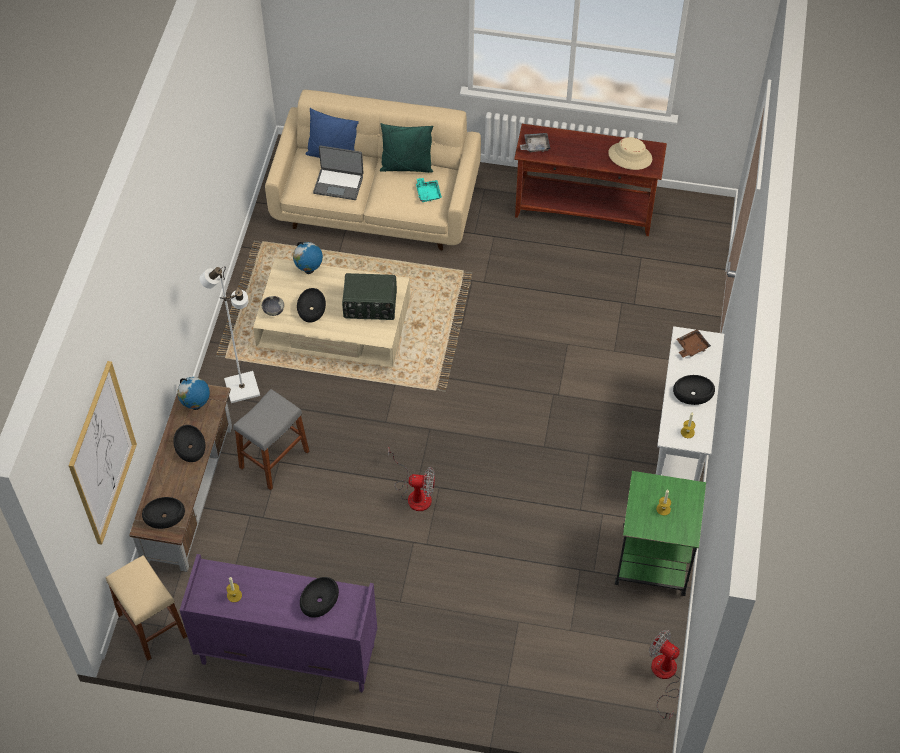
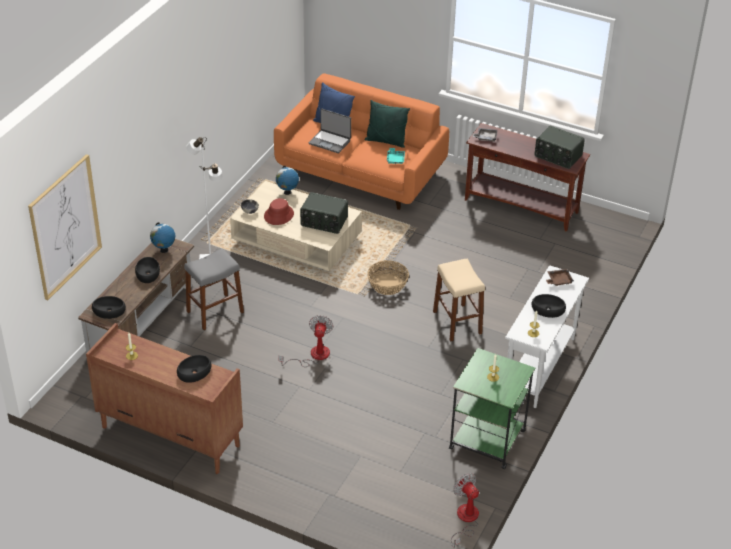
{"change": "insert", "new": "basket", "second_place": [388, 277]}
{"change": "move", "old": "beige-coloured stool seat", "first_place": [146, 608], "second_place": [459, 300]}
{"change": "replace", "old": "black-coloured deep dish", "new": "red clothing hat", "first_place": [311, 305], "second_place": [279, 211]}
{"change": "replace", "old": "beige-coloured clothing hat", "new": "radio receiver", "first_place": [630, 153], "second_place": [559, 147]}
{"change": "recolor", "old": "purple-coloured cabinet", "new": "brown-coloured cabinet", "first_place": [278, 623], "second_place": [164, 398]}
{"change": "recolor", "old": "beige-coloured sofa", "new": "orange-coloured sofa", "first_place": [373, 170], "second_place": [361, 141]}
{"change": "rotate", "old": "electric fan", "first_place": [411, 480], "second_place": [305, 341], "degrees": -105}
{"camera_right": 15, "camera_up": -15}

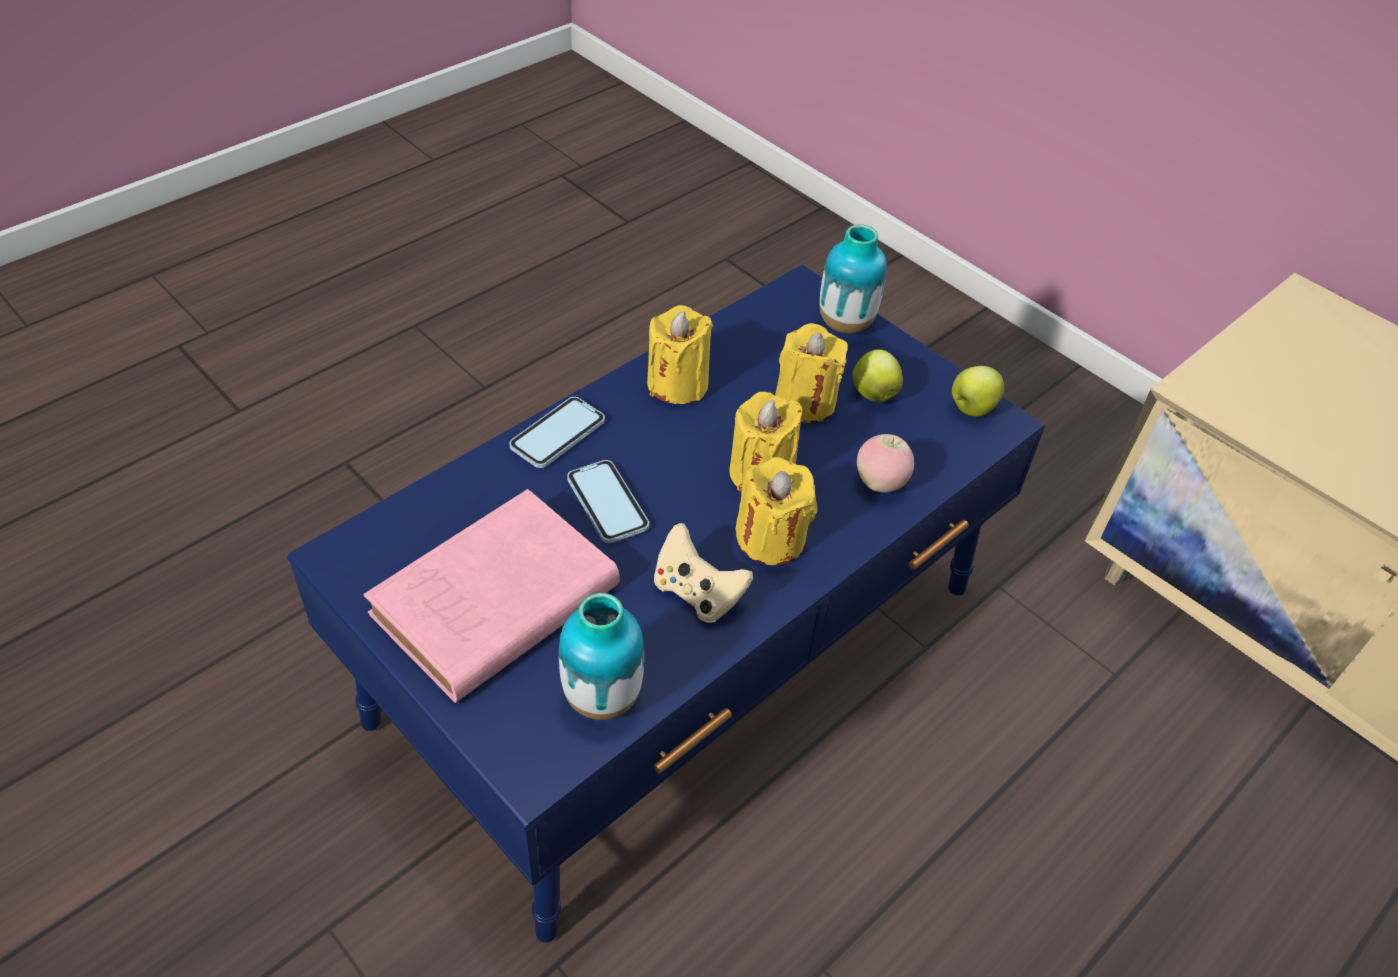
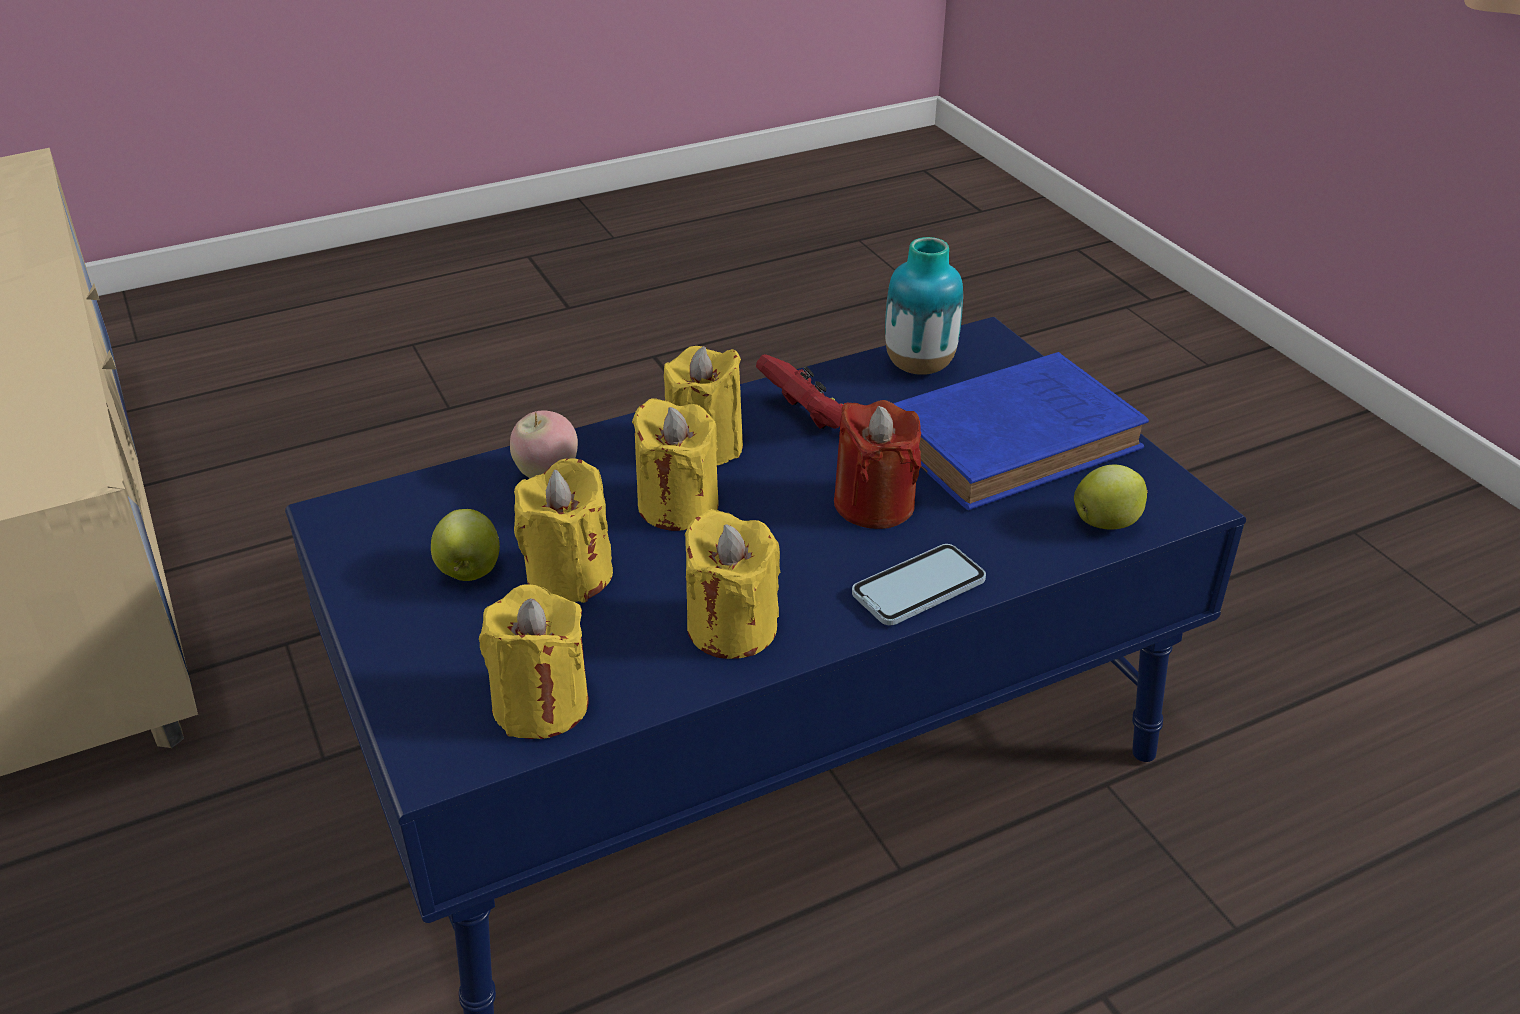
{"change": "delete", "old": "vase", "first_place": [853, 279]}
{"change": "insert", "new": "yellow candle", "second_place": [534, 662]}
{"change": "move", "old": "apple fruit", "first_place": [978, 391], "second_place": [1111, 497]}
{"change": "replace", "old": "handset", "new": "red candle", "first_place": [608, 501], "second_place": [877, 464]}
{"change": "recolor", "old": "pink bound book", "new": "blue bound book", "first_place": [491, 596], "second_place": [1021, 431]}
{"change": "recolor", "old": "beige-coloured gamepad", "new": "red gamepad", "first_place": [703, 573], "second_place": [799, 391]}
{"camera_right": -160, "camera_up": -10}

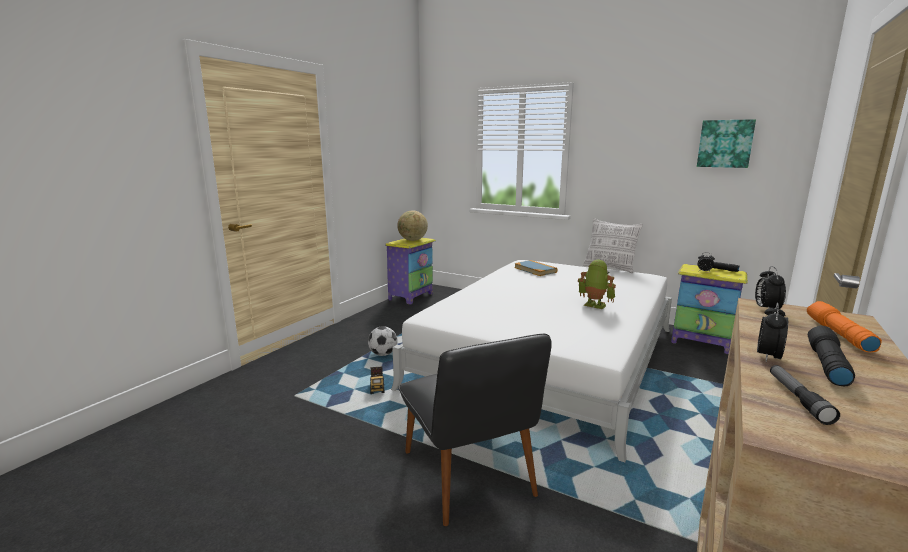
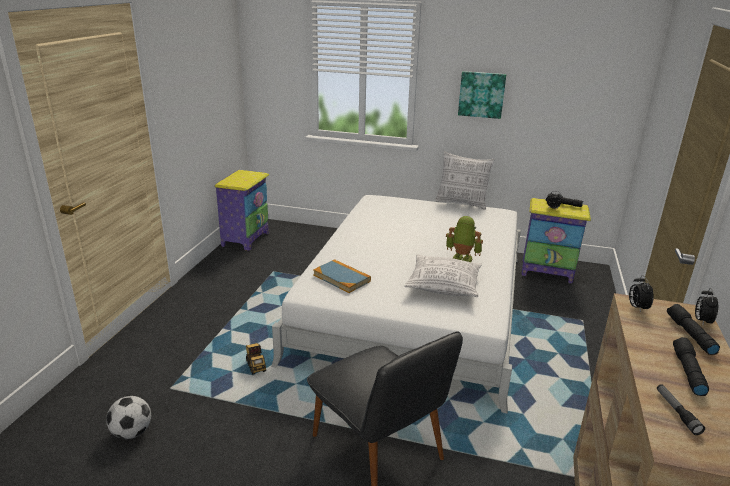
{"change": "delete", "old": "globe", "first_place": [412, 226]}
{"change": "insert", "new": "throw pillow", "second_place": [443, 275]}
{"change": "move", "old": "football ball", "first_place": [382, 341], "second_place": [128, 417]}
{"change": "move", "old": "bound book", "first_place": [535, 268], "second_place": [342, 276]}
{"change": "move", "old": "picture", "first_place": [726, 143], "second_place": [482, 95]}
{"change": "move", "old": "alarm clock", "first_place": [772, 332], "second_place": [706, 306]}
{"change": "recolor", "old": "orange-coloured flashlight", "new": "black-coloured flashlight", "first_place": [844, 326], "second_place": [693, 329]}
{"camera_right": -15, "camera_up": 10}

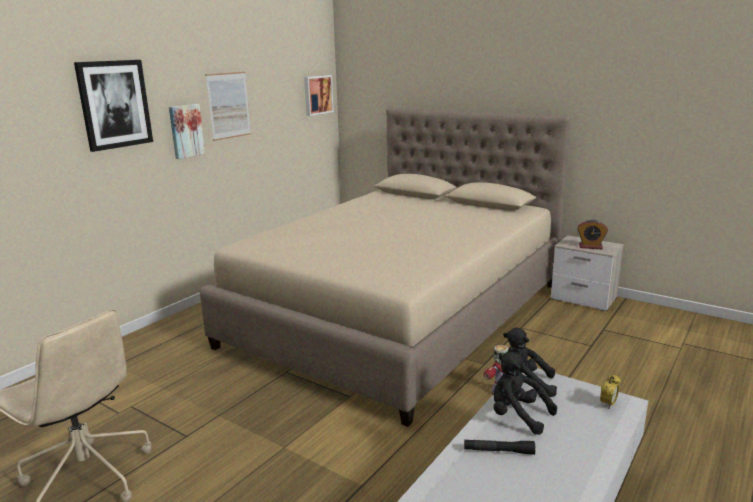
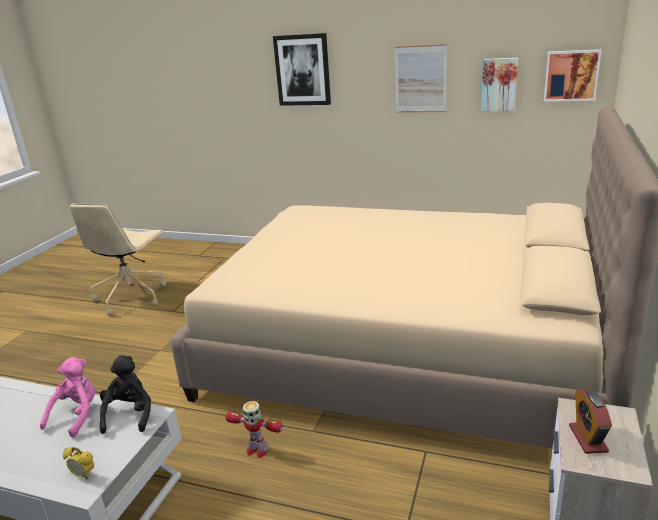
{"change": "delete", "old": "black-coloured flashlight", "first_place": [499, 447]}
{"change": "move", "old": "picture", "first_place": [187, 131], "second_place": [500, 84]}
{"change": "recolor", "old": "black-coloured cuddly toy", "new": "pink cuddly toy", "first_place": [525, 393], "second_place": [68, 397]}
{"camera_right": 75, "camera_up": 5}

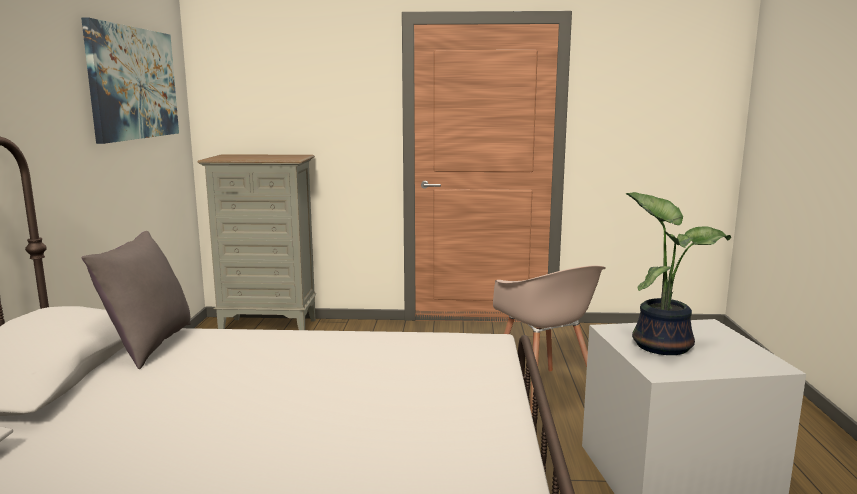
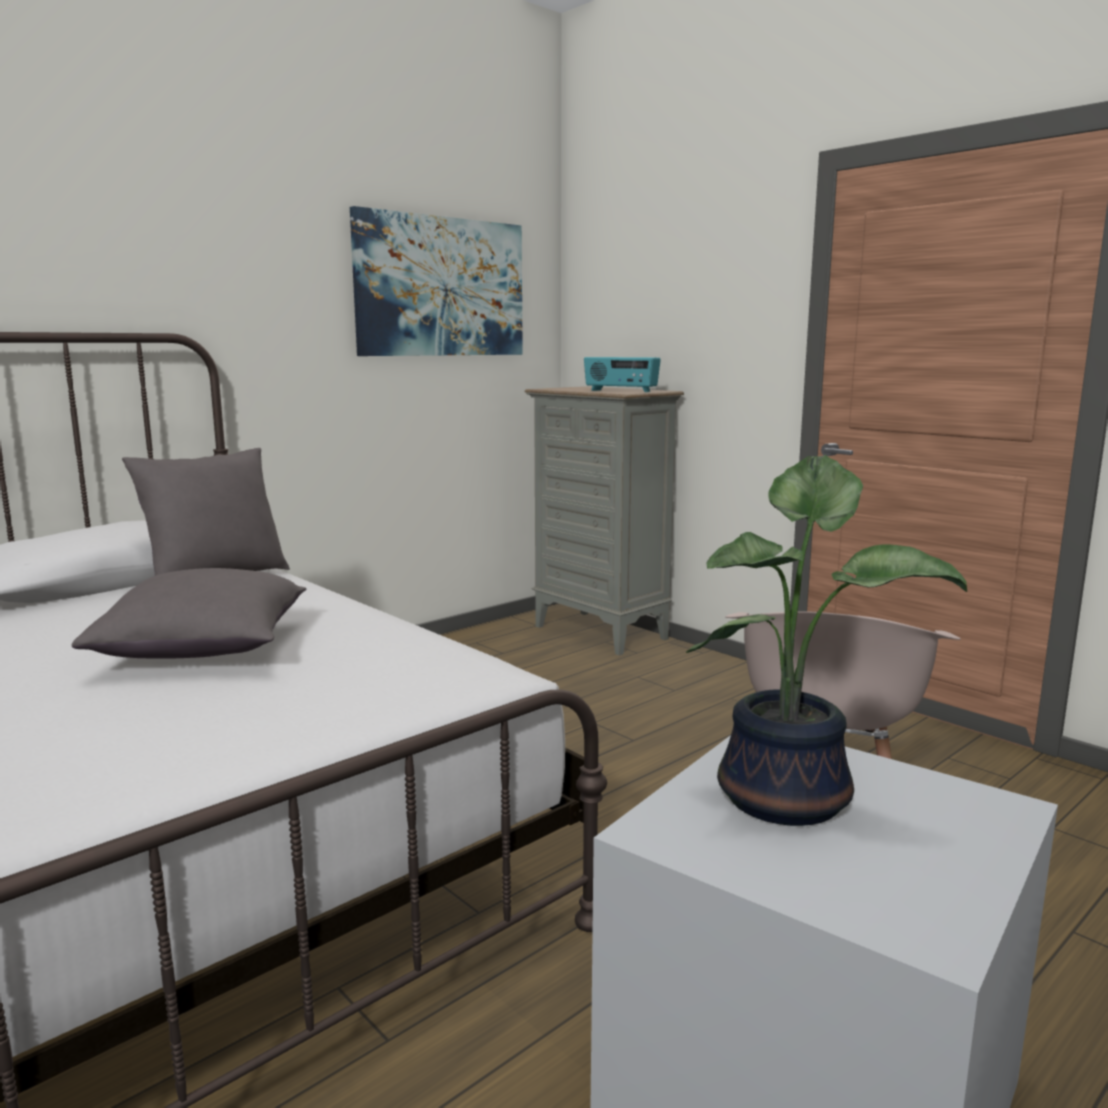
{"change": "insert", "new": "grey throw pillow", "second_place": [188, 613]}
{"change": "insert", "new": "radio receiver", "second_place": [622, 374]}
{"camera_right": 45, "camera_up": 0}

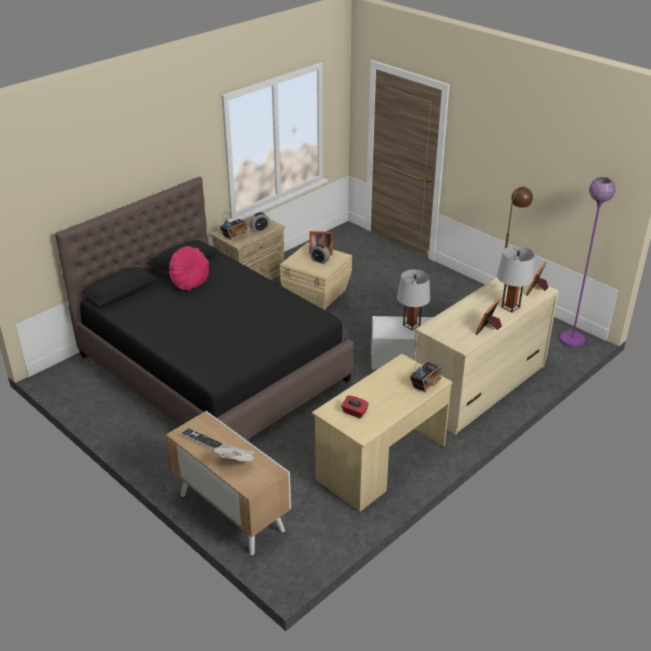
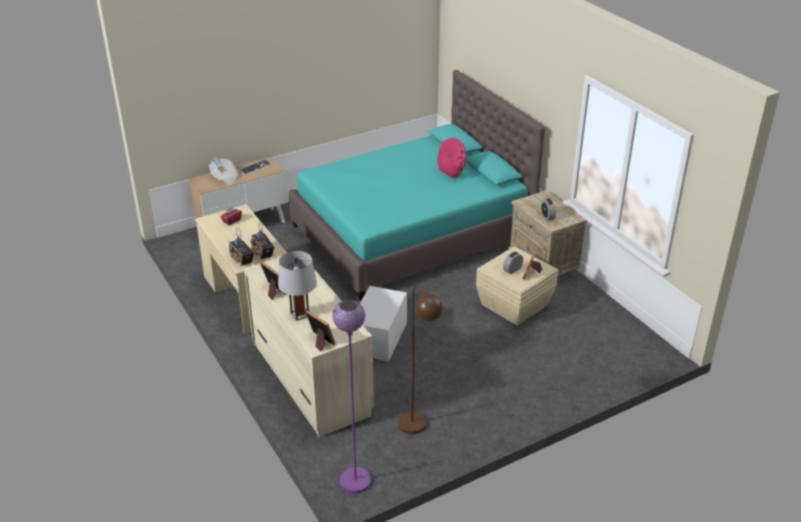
{"change": "delete", "old": "grey lamp for a table", "first_place": [413, 299]}
{"change": "move", "old": "radio receiver", "first_place": [233, 225], "second_place": [262, 240]}
{"change": "recolor", "old": "black-coloured sleeping bed", "new": "turquoise-coloured sleeping bed", "first_place": [204, 308], "second_place": [417, 185]}
{"camera_right": 105, "camera_up": 0}

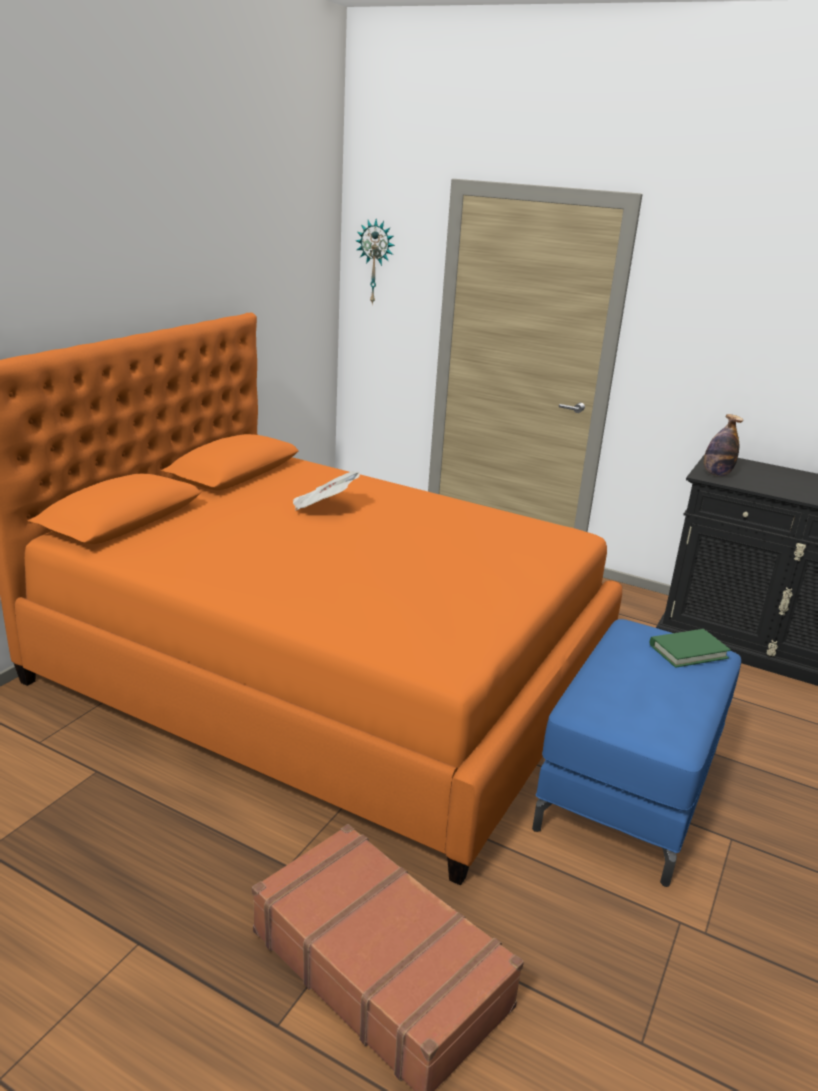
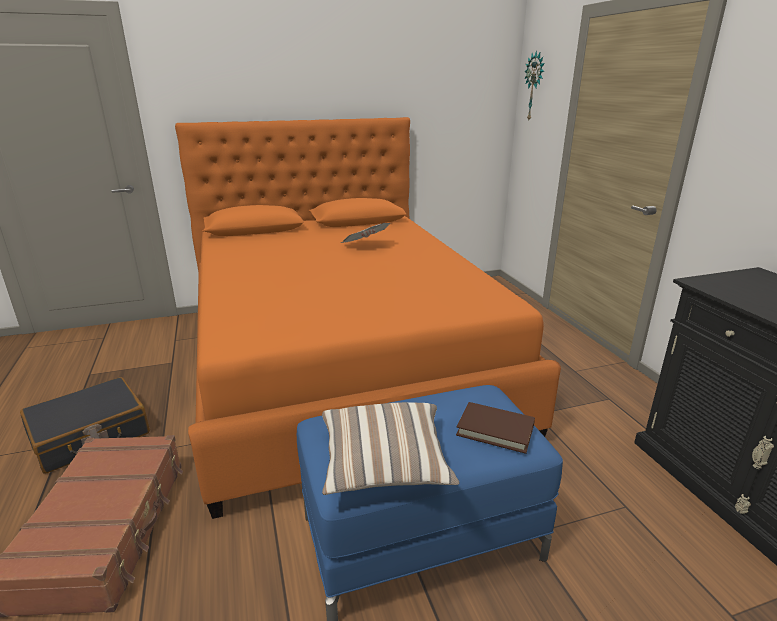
{"change": "delete", "old": "drink bottle", "first_place": [723, 445]}
{"change": "insert", "new": "black-coloured travel case", "second_place": [85, 425]}
{"change": "insert", "new": "throw pillow", "second_place": [390, 448]}
{"change": "recolor", "old": "green bound book", "new": "brown-coloured bound book", "first_place": [690, 648], "second_place": [495, 428]}
{"camera_right": 45, "camera_up": 0}

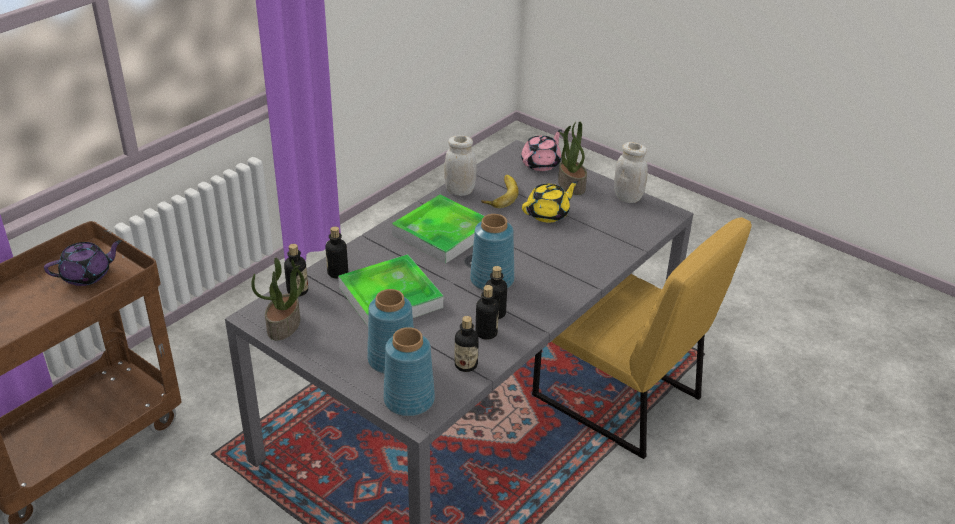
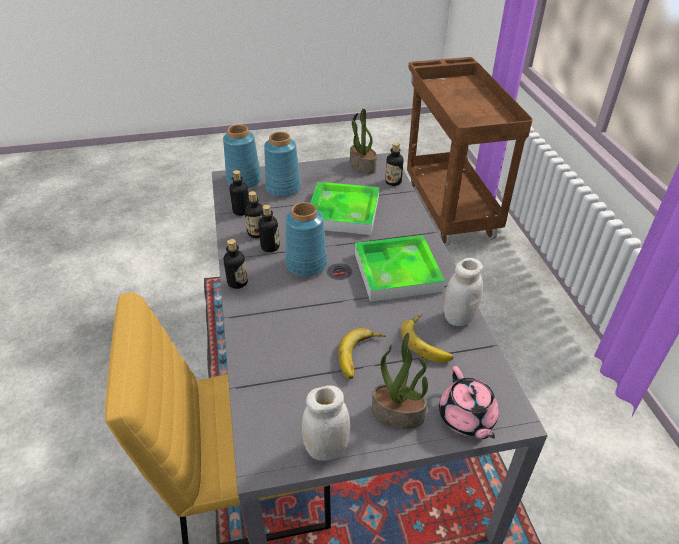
{"change": "delete", "old": "purple-coloured teapot", "first_place": [83, 263]}
{"change": "move", "old": "drink bottle", "first_place": [336, 252], "second_place": [235, 264]}
{"change": "replace", "old": "yellow teapot", "new": "banana", "first_place": [550, 202], "second_place": [361, 353]}
{"camera_right": 130, "camera_up": 5}

